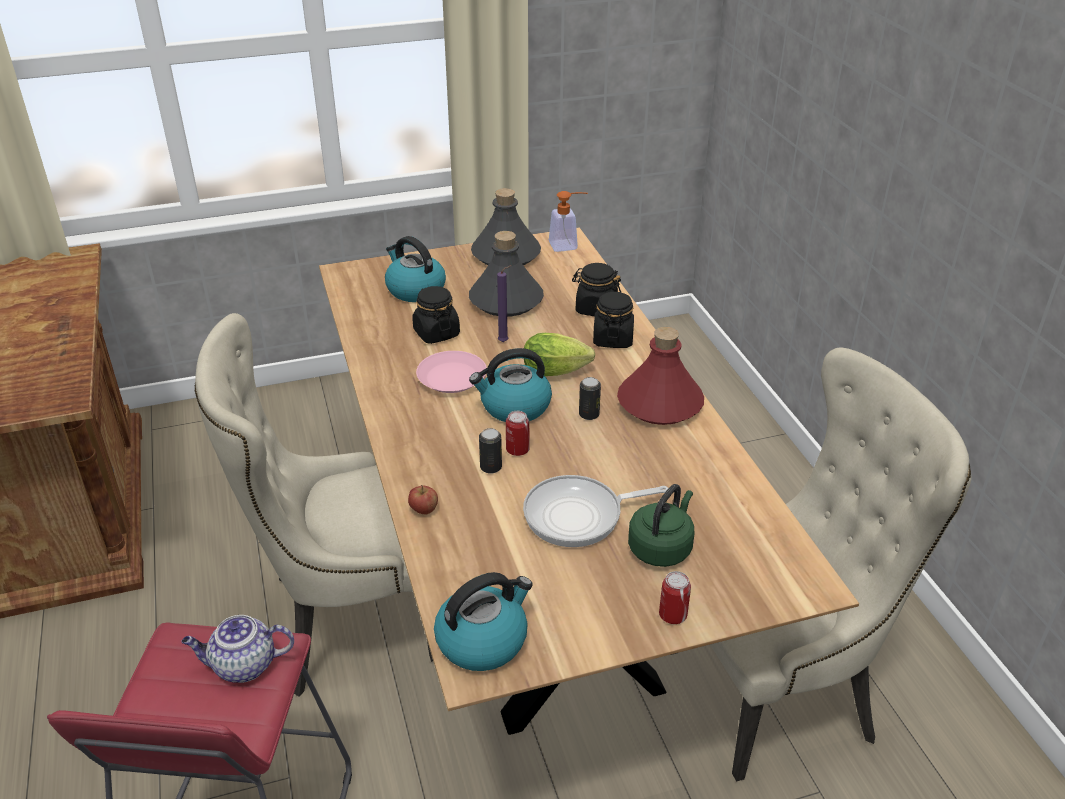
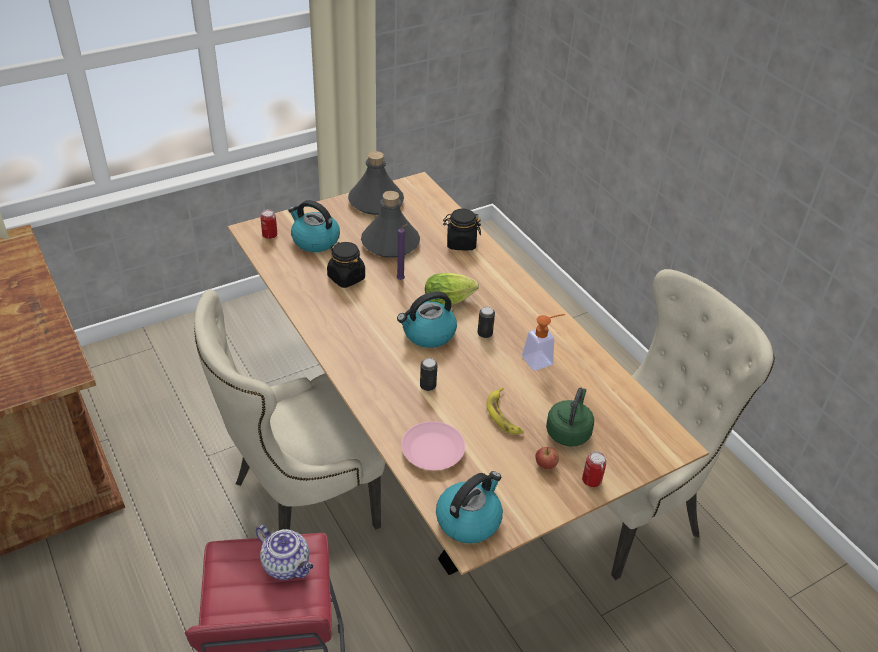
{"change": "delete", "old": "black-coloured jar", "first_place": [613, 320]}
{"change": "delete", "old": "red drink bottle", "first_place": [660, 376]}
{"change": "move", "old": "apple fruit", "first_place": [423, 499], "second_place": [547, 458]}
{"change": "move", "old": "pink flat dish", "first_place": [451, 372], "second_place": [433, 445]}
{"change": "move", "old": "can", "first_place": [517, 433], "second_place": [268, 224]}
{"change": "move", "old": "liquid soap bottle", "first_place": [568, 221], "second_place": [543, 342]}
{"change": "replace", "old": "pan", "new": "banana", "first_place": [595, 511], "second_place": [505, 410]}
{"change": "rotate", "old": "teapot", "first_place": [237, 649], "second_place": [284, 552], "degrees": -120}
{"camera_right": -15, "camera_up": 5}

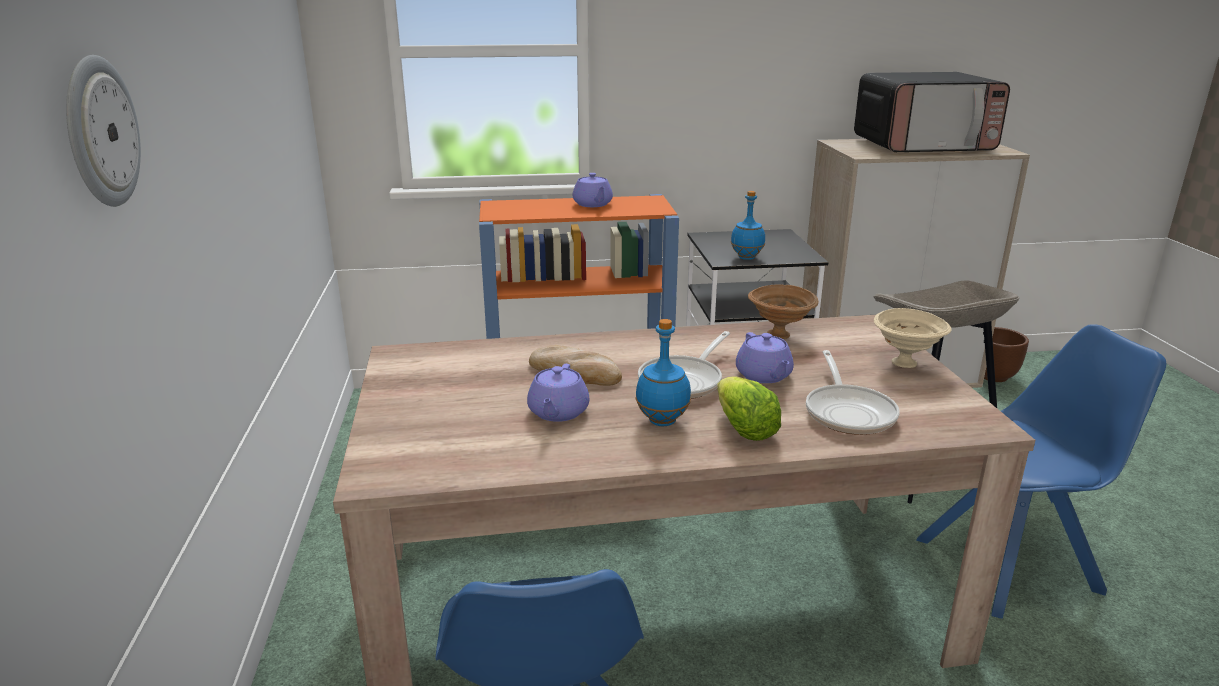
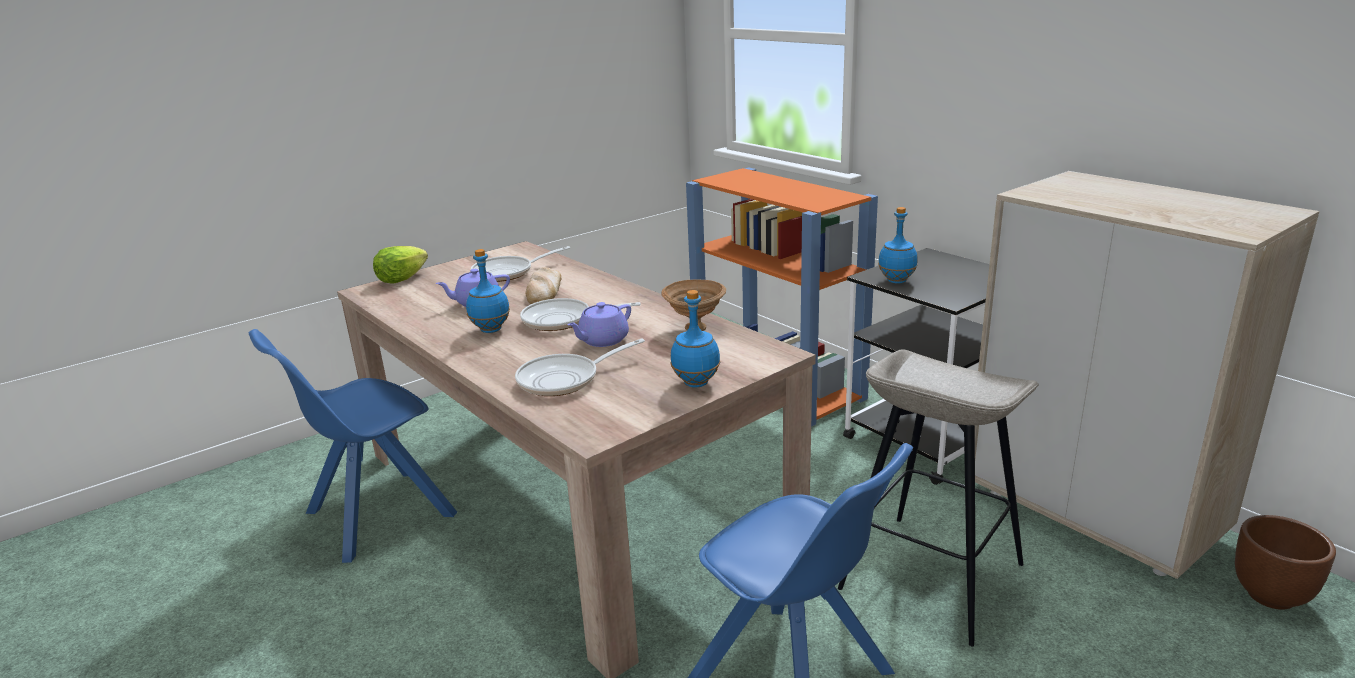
{"change": "delete", "old": "clock on the wall", "first_place": [103, 131]}
{"change": "delete", "old": "purple-coloured teapot", "first_place": [592, 190]}
{"change": "delete", "old": "microwave oven", "first_place": [932, 112]}
{"change": "insert", "new": "pan", "second_place": [520, 264]}
{"change": "move", "old": "lettuce head", "first_place": [749, 408], "second_place": [400, 265]}
{"change": "replace", "old": "beige-coloured deep dish", "new": "blue drink bottle", "first_place": [913, 338], "second_place": [695, 339]}
{"camera_right": 60, "camera_up": 0}

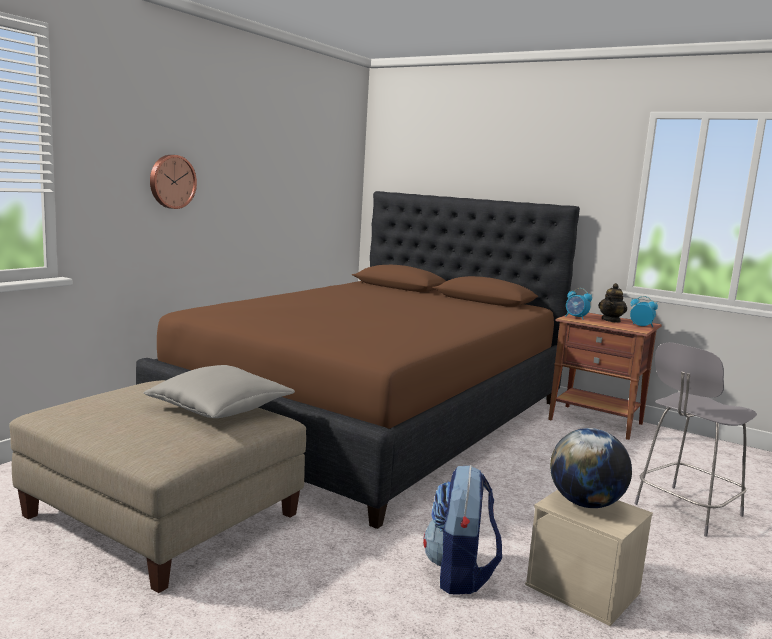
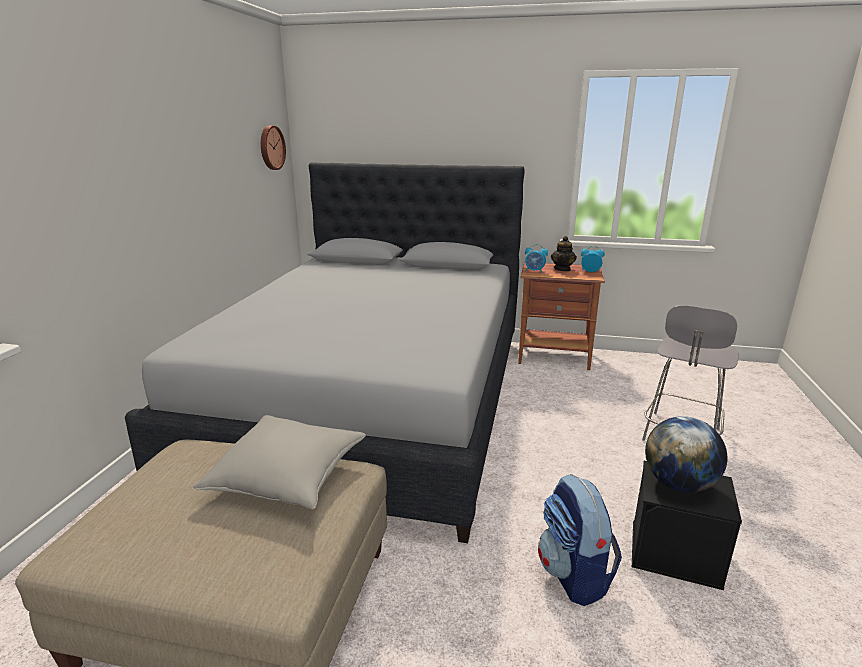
{"change": "move", "old": "clock on the wall", "first_place": [173, 182], "second_place": [273, 147]}
{"change": "recolor", "old": "brown-coloured sleeping bed", "new": "grey sleeping bed", "first_place": [358, 360], "second_place": [325, 352]}
{"change": "recolor", "old": "beige-coloured storage container", "new": "black-coloured storage container", "first_place": [589, 558], "second_place": [687, 525]}
{"camera_right": -20, "camera_up": 10}

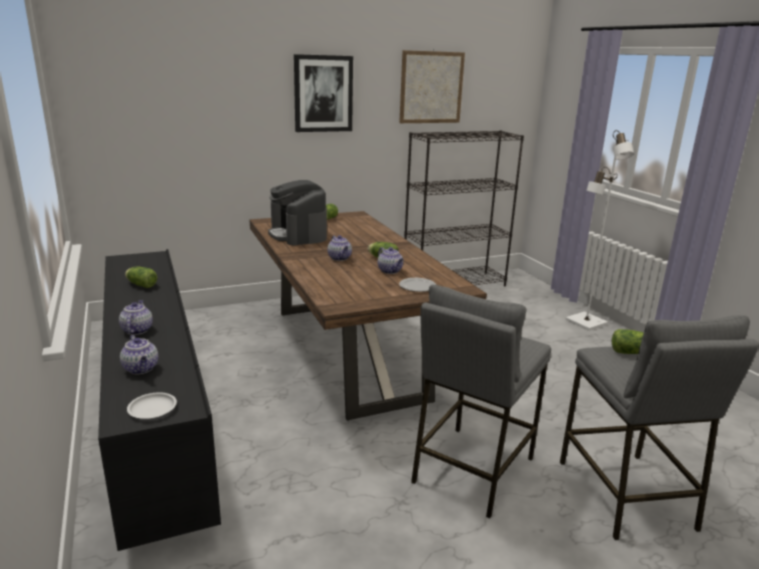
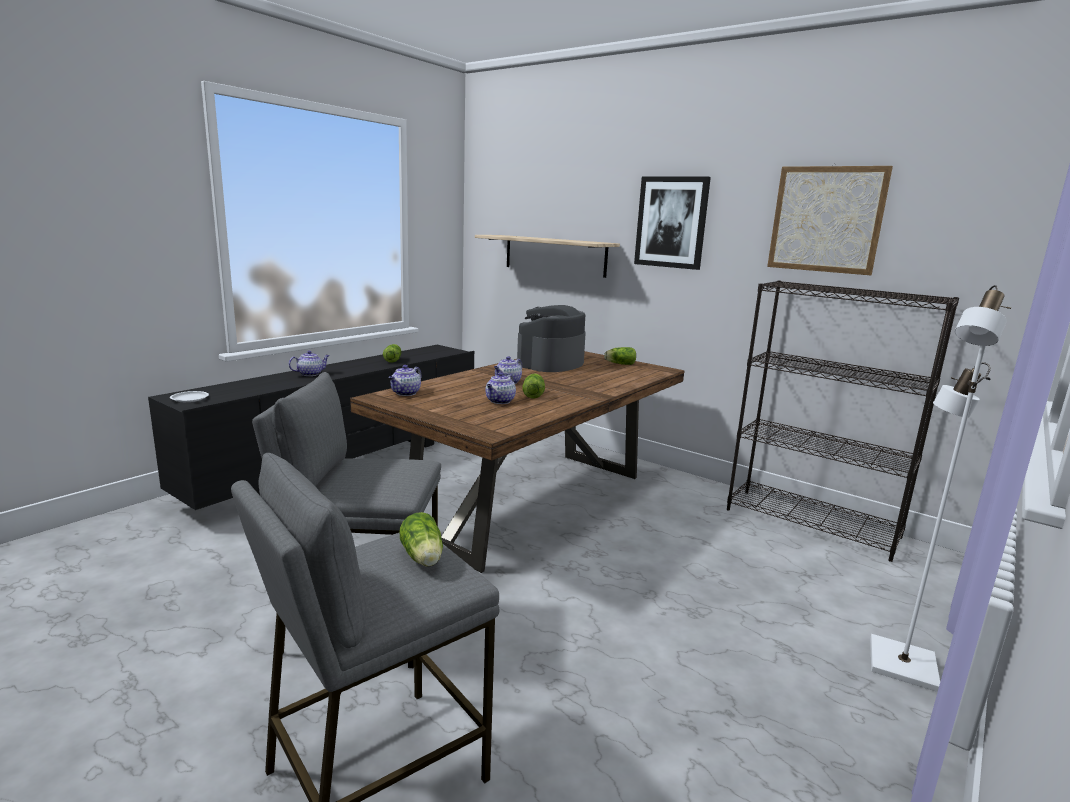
{"change": "delete", "old": "flat dish", "first_place": [417, 285]}
{"change": "insert", "new": "bracket shelf", "second_place": [547, 256]}
{"change": "move", "old": "teapot", "first_place": [139, 354], "second_place": [405, 380]}
{"camera_right": 60, "camera_up": -5}

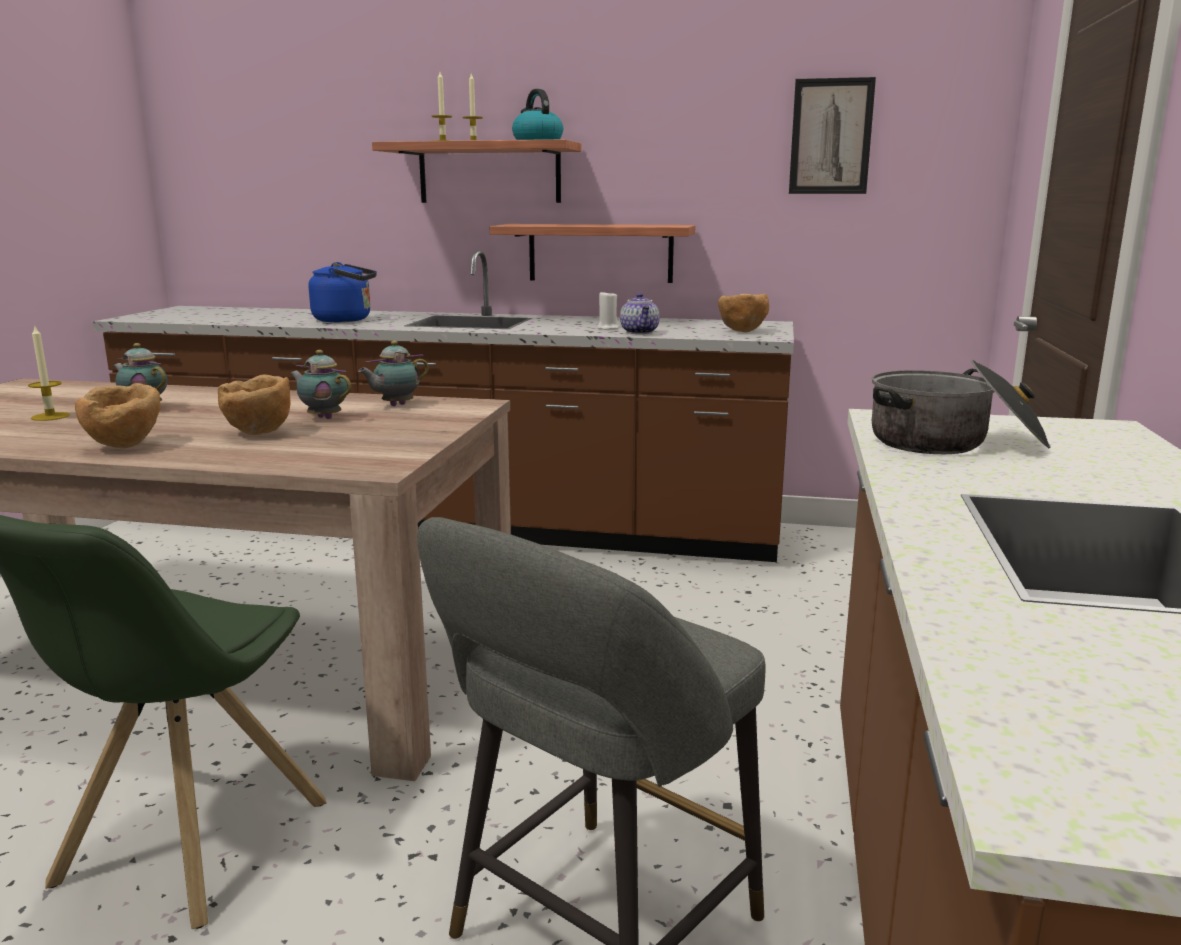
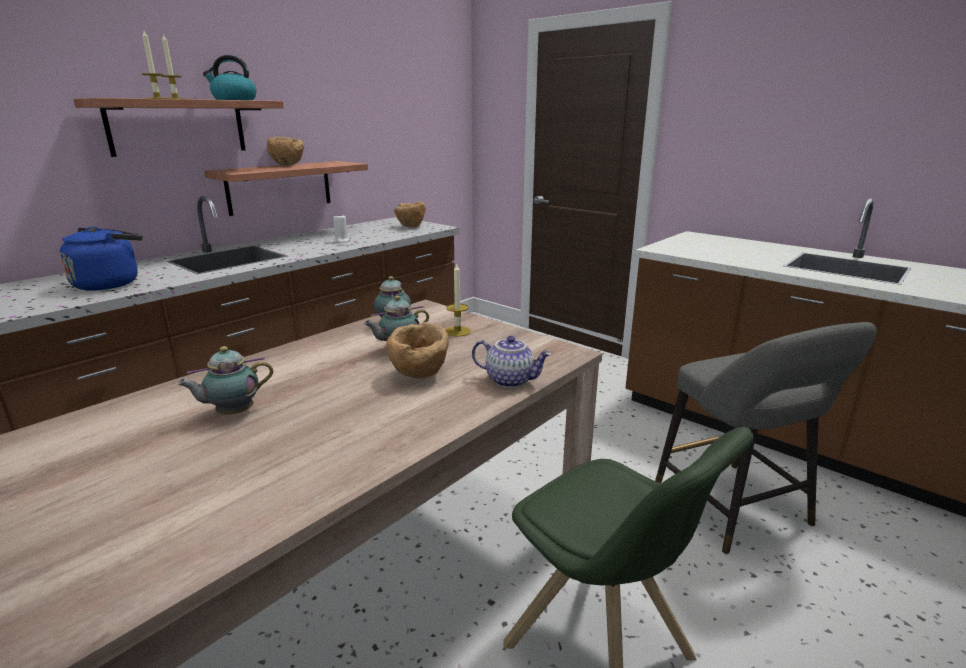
{"change": "delete", "old": "picture", "first_place": [832, 135]}
{"change": "delete", "old": "saucepot", "first_place": [961, 406]}
{"change": "move", "old": "candle", "first_place": [49, 372], "second_place": [458, 300]}
{"change": "move", "old": "brown-coloured deep dish", "first_place": [118, 415], "second_place": [285, 151]}
{"change": "move", "old": "teapot", "first_place": [640, 313], "second_place": [512, 362]}
{"camera_right": -60, "camera_up": 5}

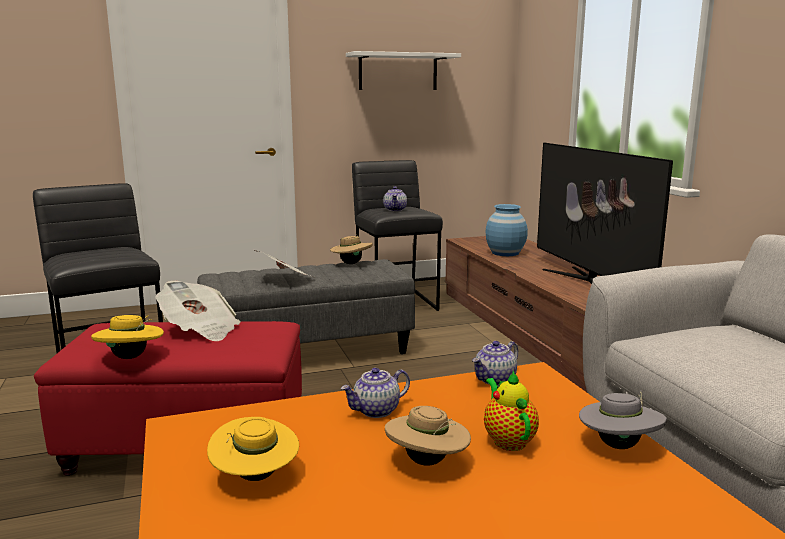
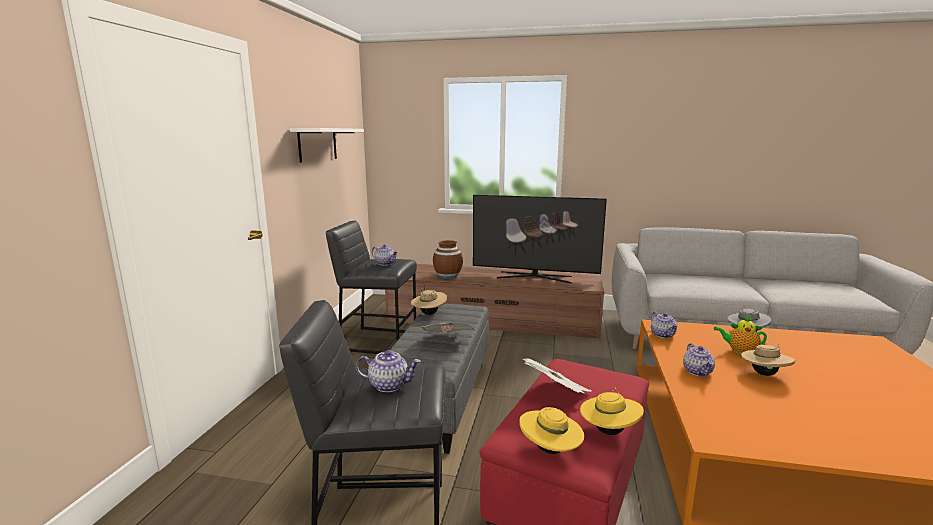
{"change": "insert", "new": "teapot", "second_place": [388, 371]}
{"change": "move", "old": "yellow clothing hat", "first_place": [253, 449], "second_place": [551, 430]}
{"change": "recolor", "old": "blue vase", "new": "brown-coloured vase", "first_place": [507, 230], "second_place": [448, 259]}
{"camera_right": -60, "camera_up": 0}

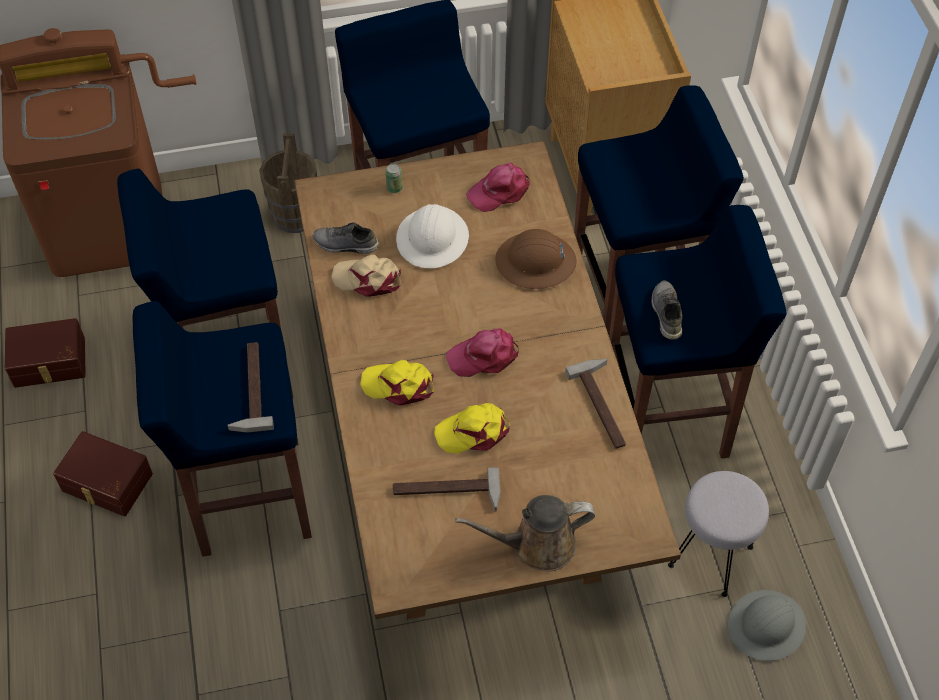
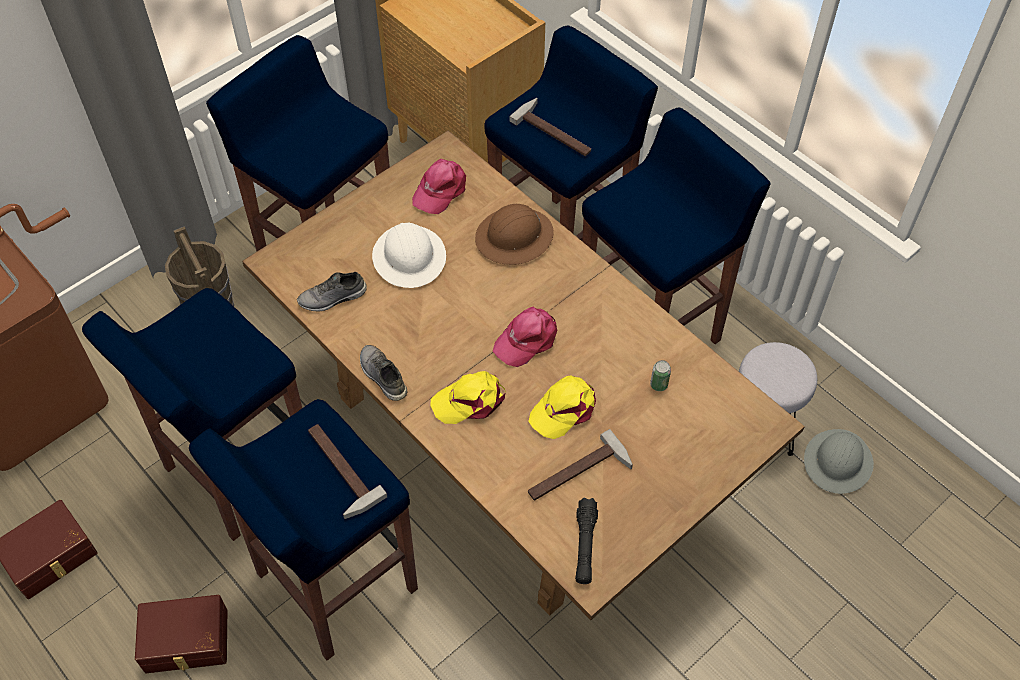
{"change": "delete", "old": "beige-coloured cap", "first_place": [366, 276]}
{"change": "delete", "old": "brown-coloured watering pot", "first_place": [525, 533]}
{"change": "insert", "new": "black-coloured flashlight", "second_place": [586, 541]}
{"change": "move", "old": "can", "first_place": [393, 178], "second_place": [660, 375]}
{"change": "move", "old": "tool hammer", "first_place": [595, 404], "second_place": [550, 127]}
{"change": "move", "old": "grey low shoe", "first_place": [666, 310], "second_place": [383, 373]}
{"camera_right": -30, "camera_up": 0}

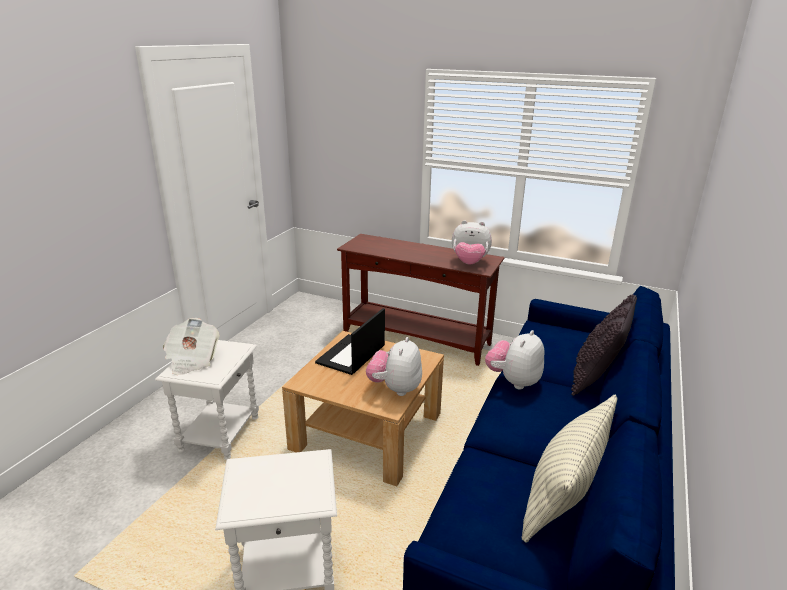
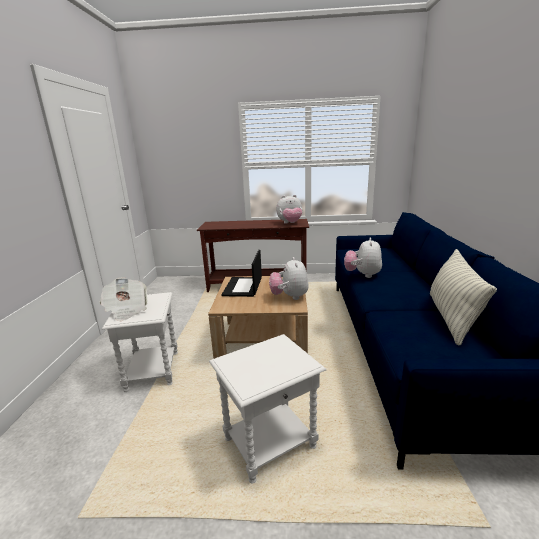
{"change": "delete", "old": "black-coloured throw pillow", "first_place": [604, 345]}
{"camera_right": -20, "camera_up": -5}

